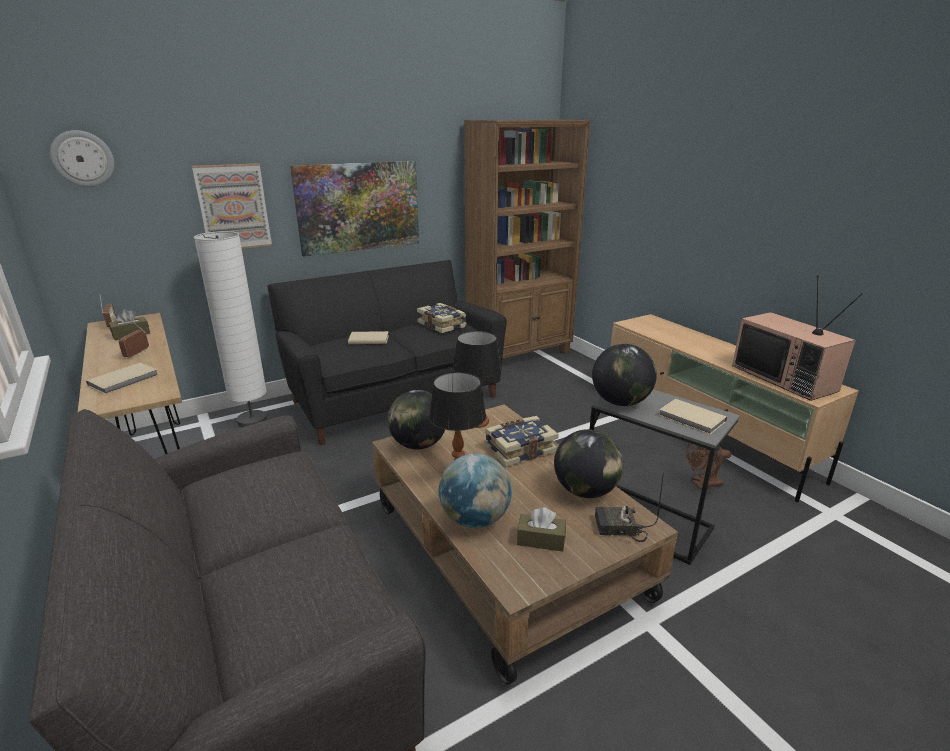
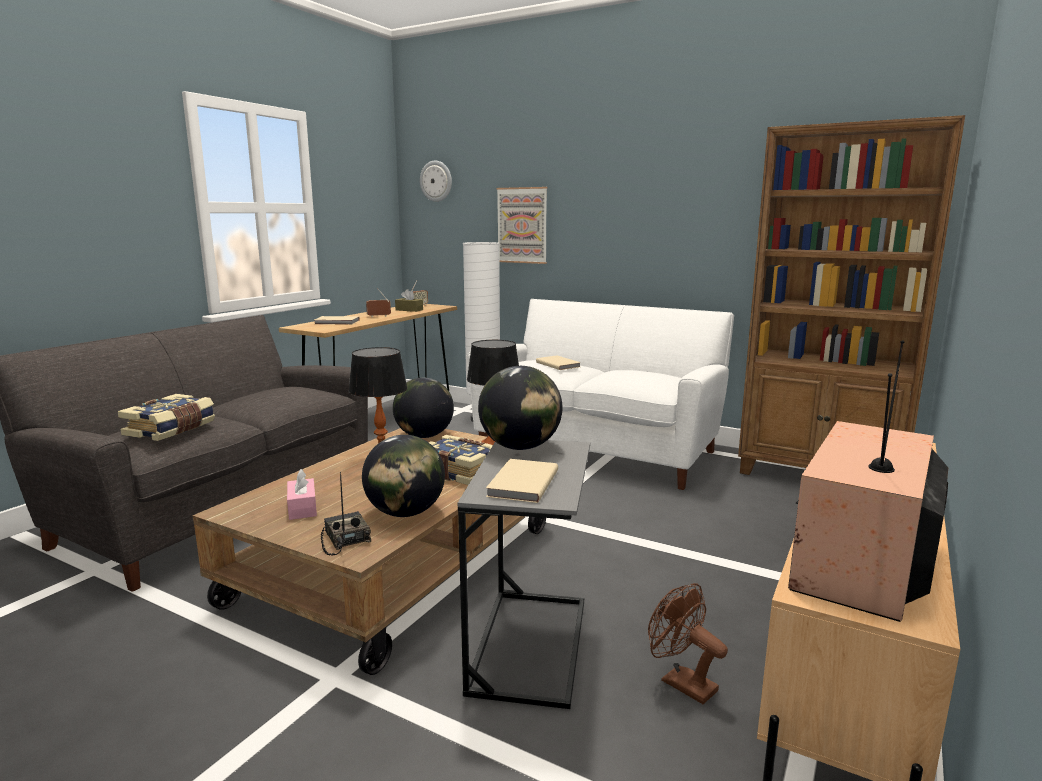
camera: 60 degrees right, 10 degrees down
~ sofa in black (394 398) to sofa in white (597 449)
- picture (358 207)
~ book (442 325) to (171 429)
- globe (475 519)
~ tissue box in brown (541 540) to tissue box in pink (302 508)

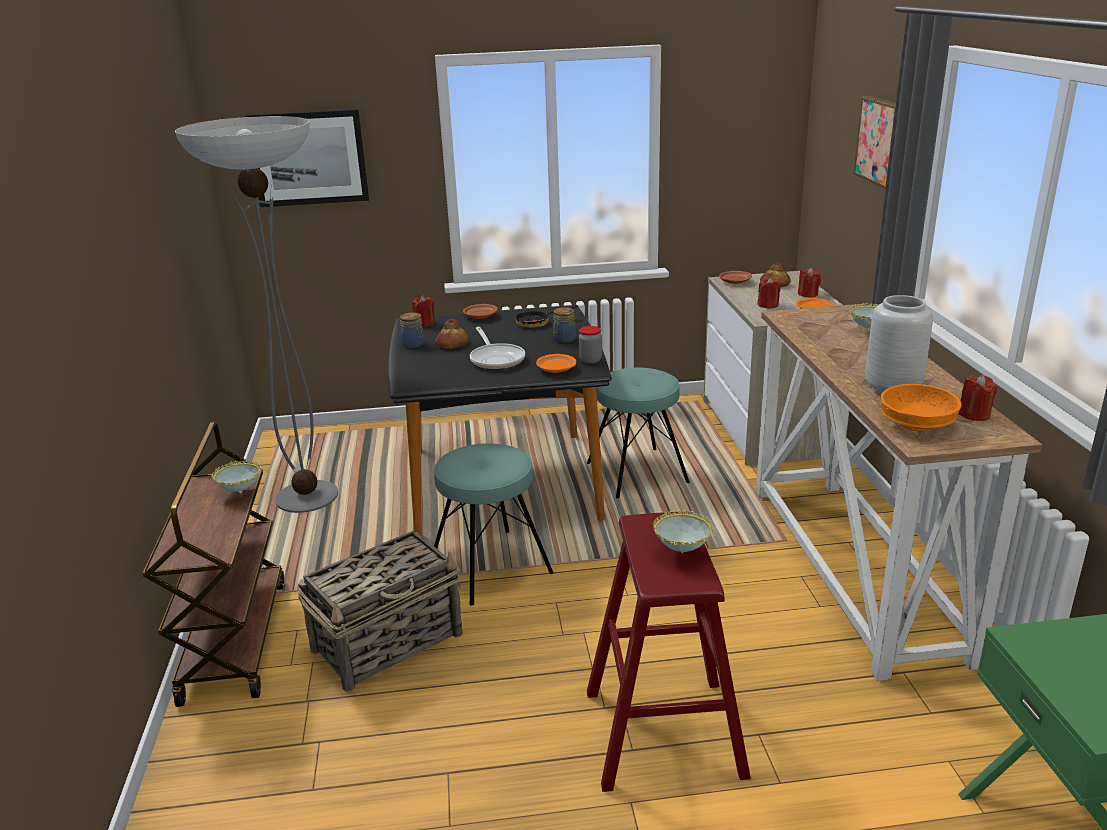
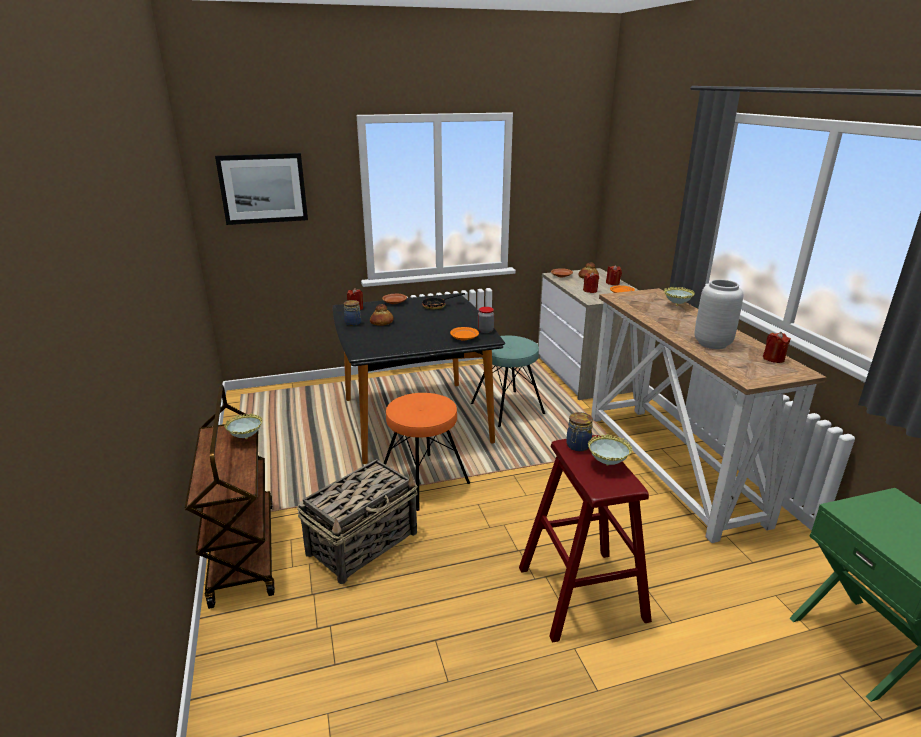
camera: 10 degrees left, 0 degrees up
- floor lamp (307 498)
~ stool in turquoise (490 566) to stool in orange (423 481)
- frying pan (496 359)
~ jar (564 339) to (577 446)
- picture (882 141)
- bowl in orange (916 425)

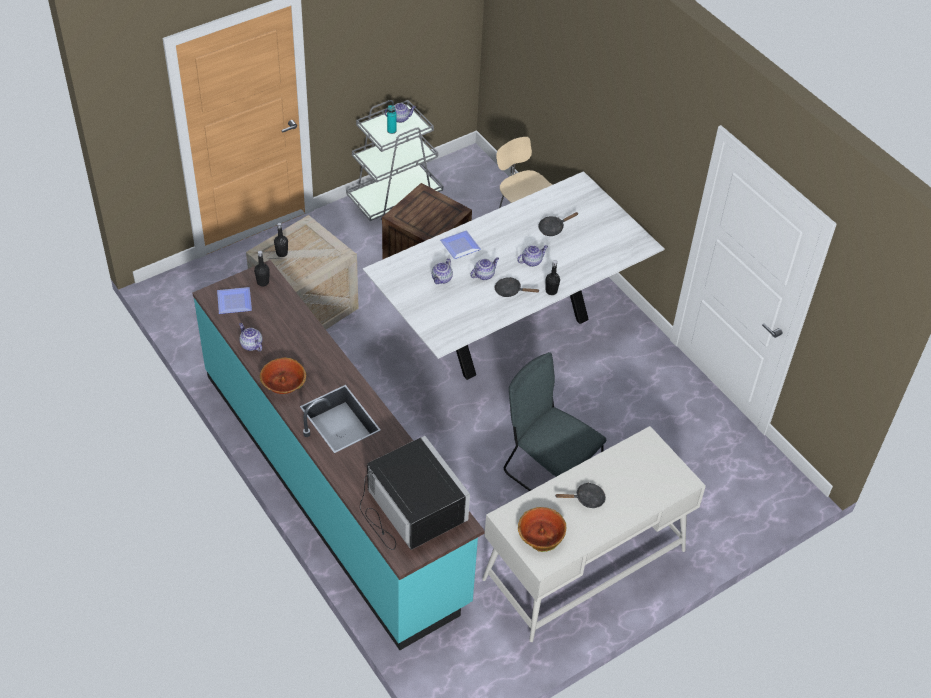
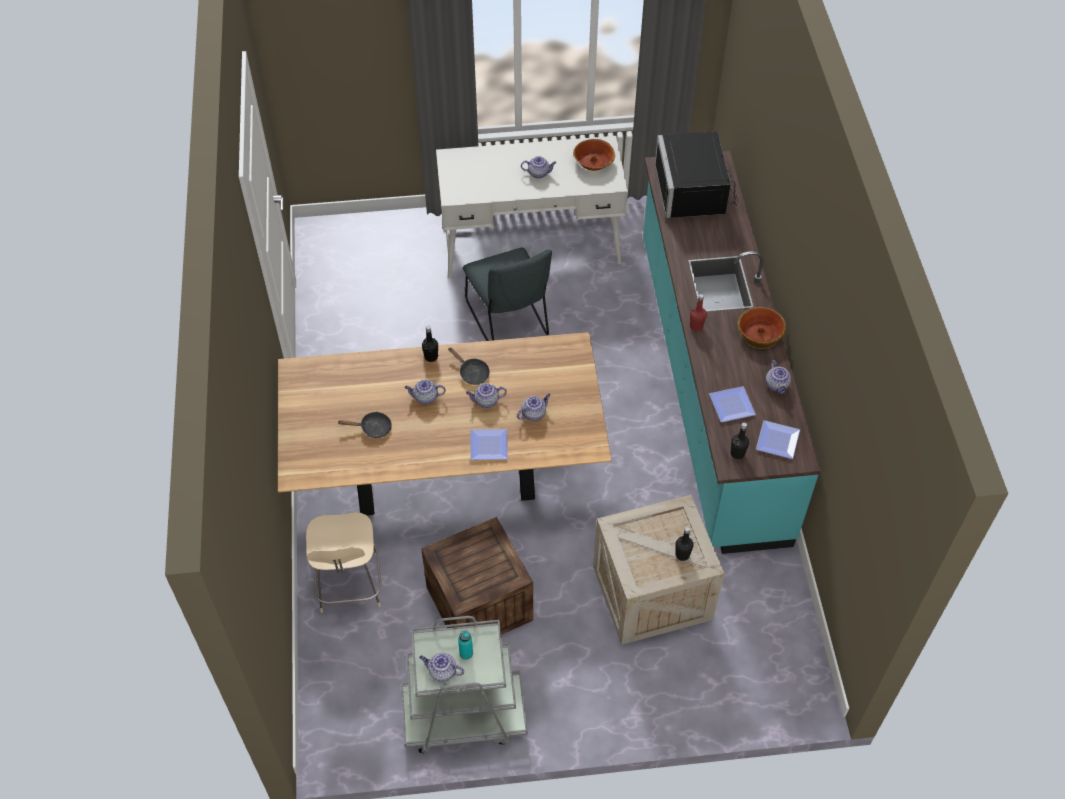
camera: 150 degrees left, 5 degrees up
~ dining table in white (509 328) to dining table in brown (446 475)
~ frying pan in black (586 499) to teapot (539 173)
+ bottle in red (696 326)
+ plate (731 407)

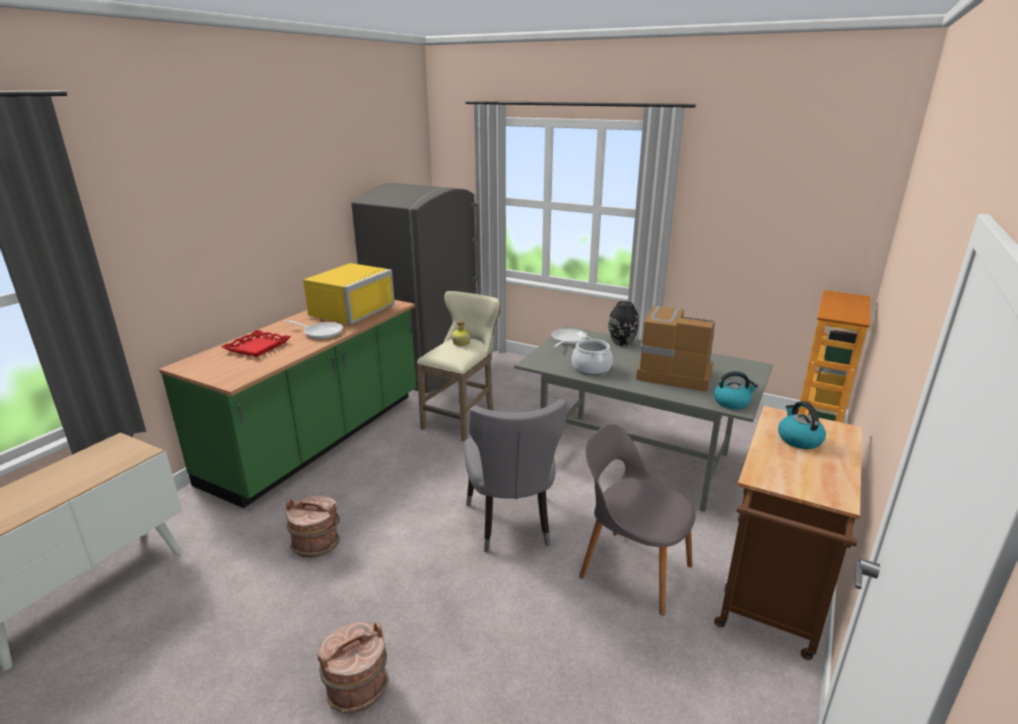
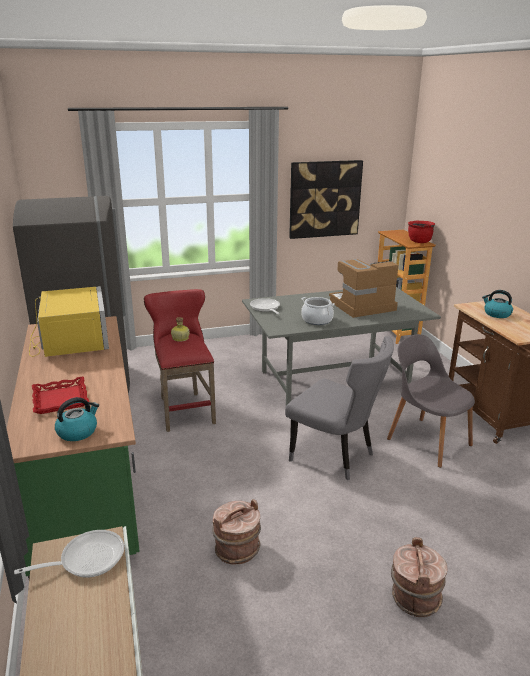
camera: 45 degrees left, 0 degrees up
~ frying pan (320 332) to (86 559)
~ stool in beige (462 418) to stool in red (185 408)
~ chair in grey (632 569) = (427 440) 60 degrees clockwise
- vase in black (621 342)
~ kettle (732 402) to (78 432)
+ picture (325 199)
+ cooking pot in red (419 242)

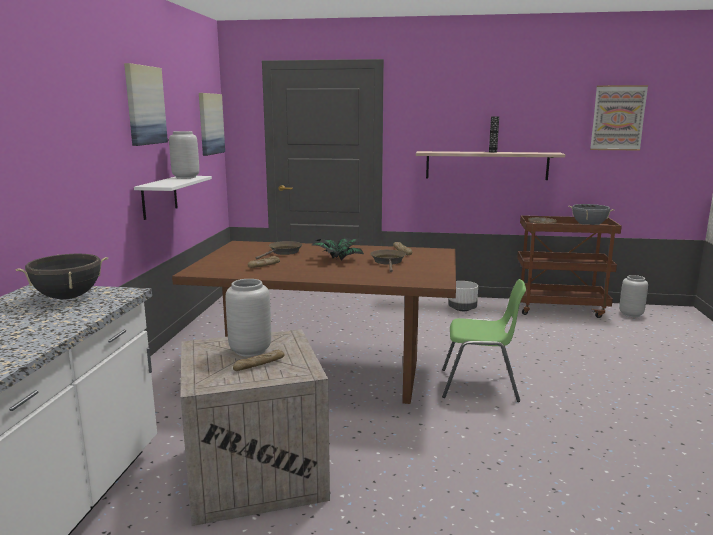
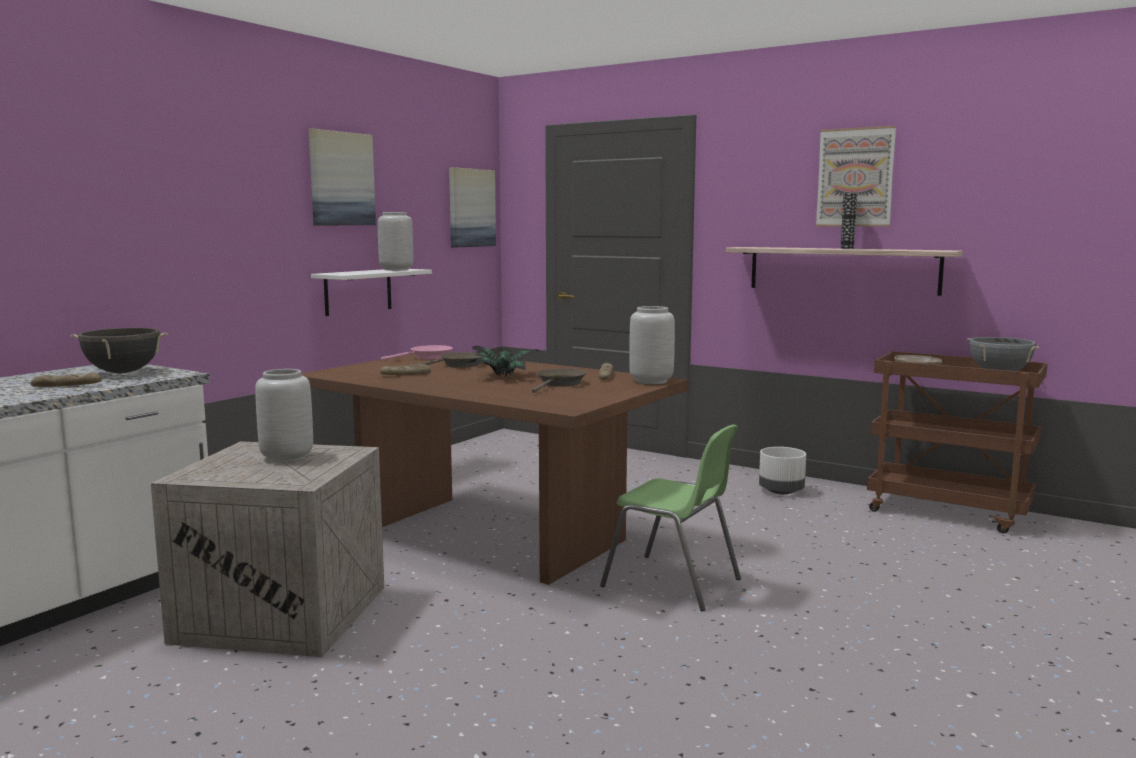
camera: 25 degrees right, 5 degrees down
~ bread (259 365) to (67 386)
~ picture (618 118) to (855 177)
~ vase in grey (630 314) to (650 381)
+ frying pan in pink (428 357)

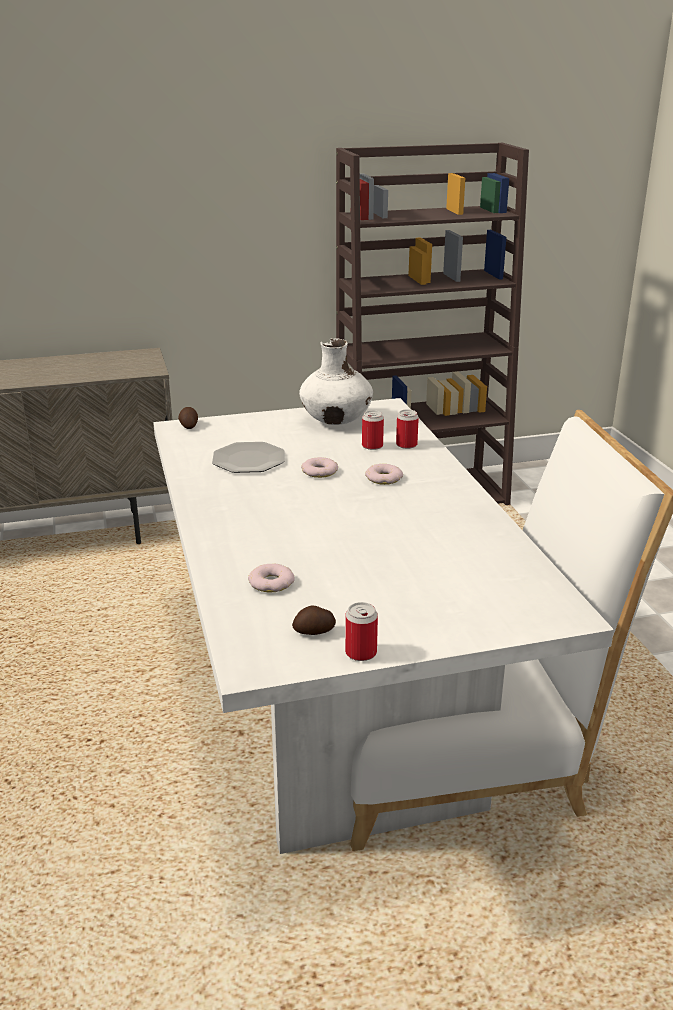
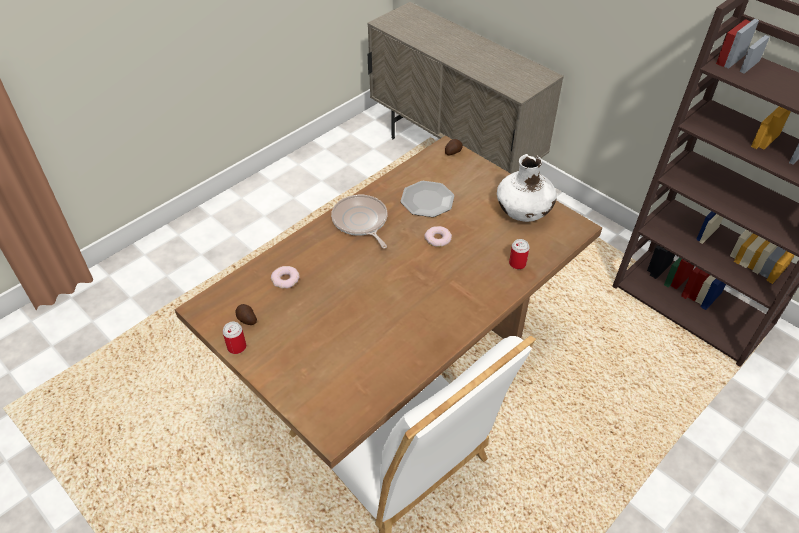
camera: 60 degrees right, 20 degrees up
~ dining table in white (338 709) to dining table in brown (399 373)
- can (372 446)
- donut (384 478)
+ frying pan (361 222)

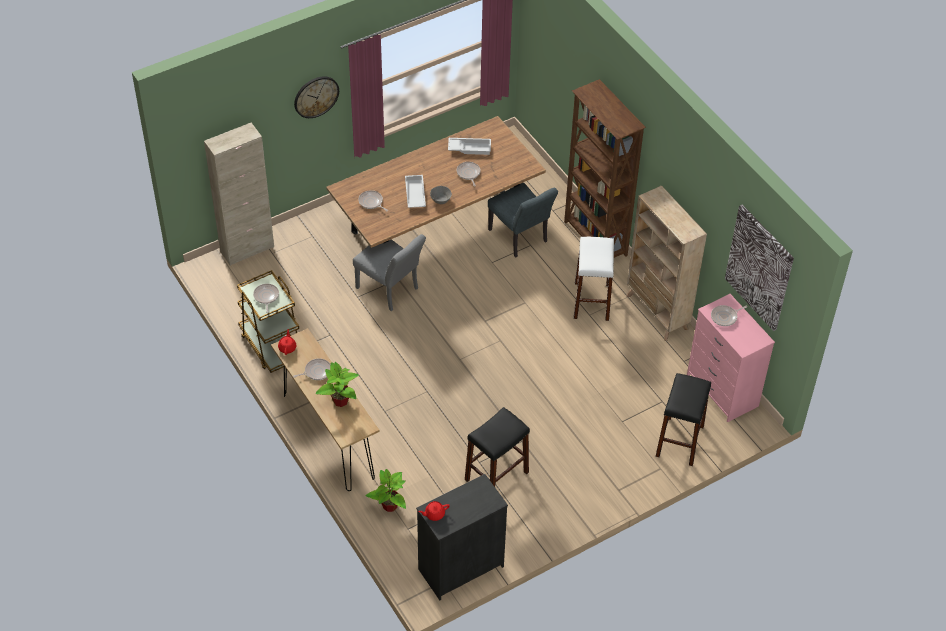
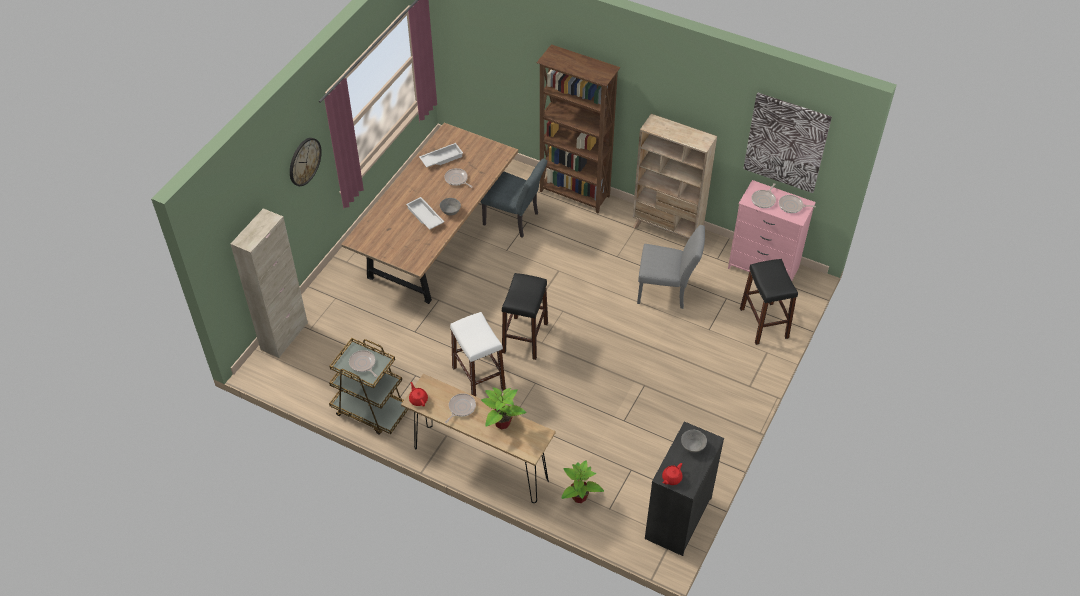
camera: 30 degrees left, 0 degrees up
~ chair in grey (390 290) to (667 292)
~ frying pan (371 202) to (792 206)
~ stool in black (496 476) to (525 338)
~ stool in white (591 301) to (478 378)
+ bowl in grey (692 446)

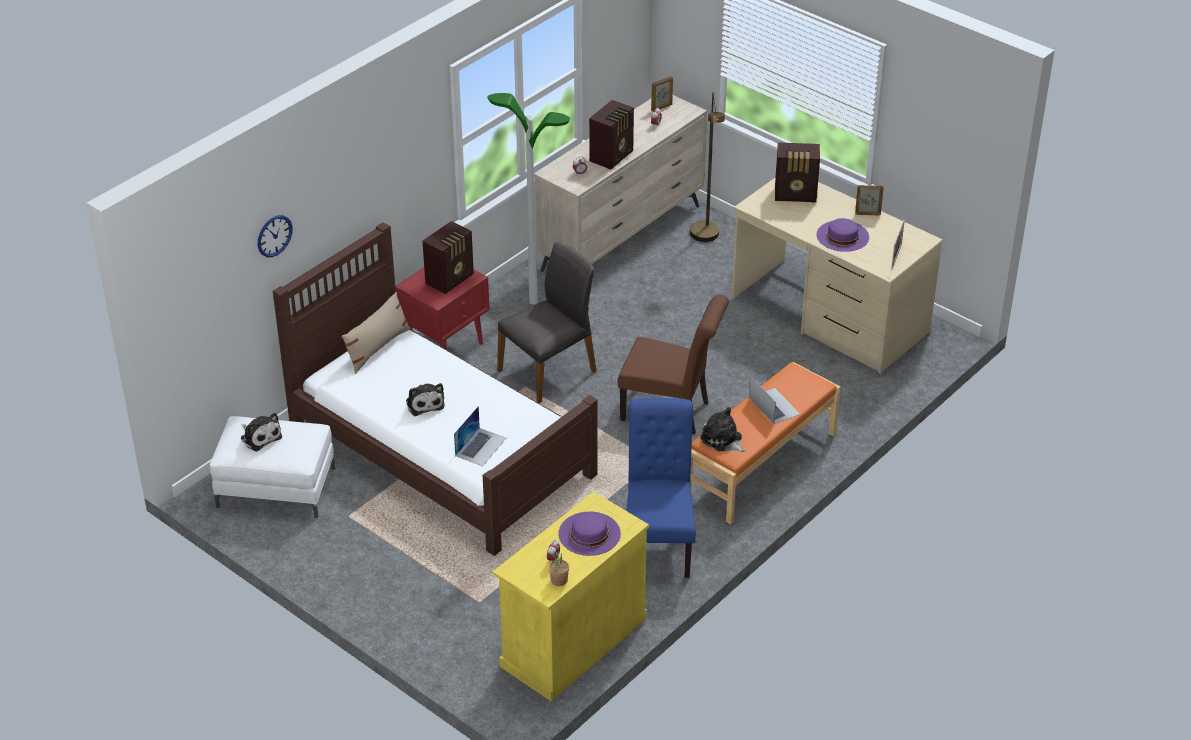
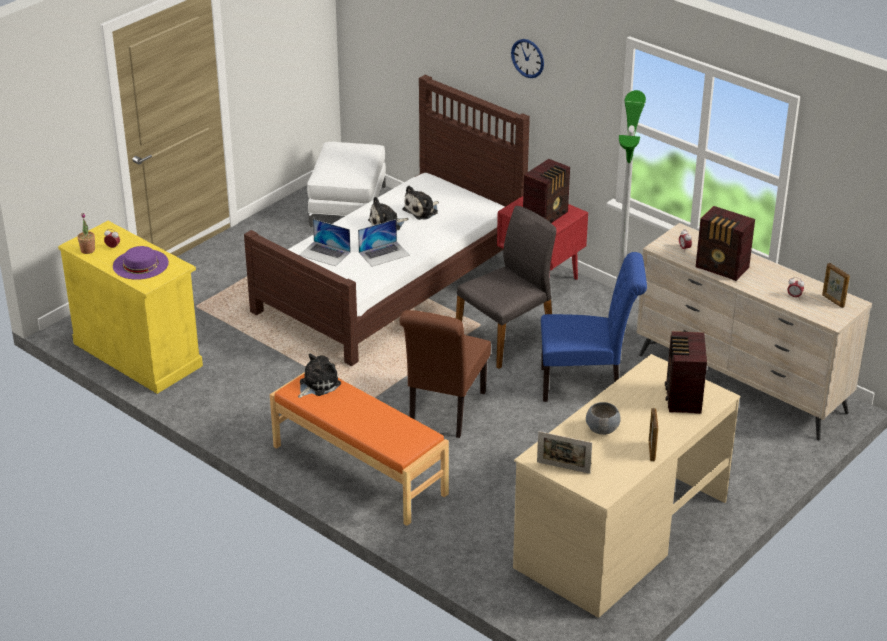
camera: 90 degrees right, 5 degrees down
~ plush toy (260 437) to (422 211)
~ wall clock (274 236) to (527 58)
- pillow in beige (377 348)
~ radio (451 279) = (546 216) 90 degrees counterclockwise
~ chair in grey (549 371) = (506 338) 90 degrees counterclockwise
~ chair in blue (658 542) to (587 384)
- floor lamp in brown (706 238)
~ laptop (773 406) to (384 254)
~ hat in purple (842 236) to bowl in grey (602 429)

